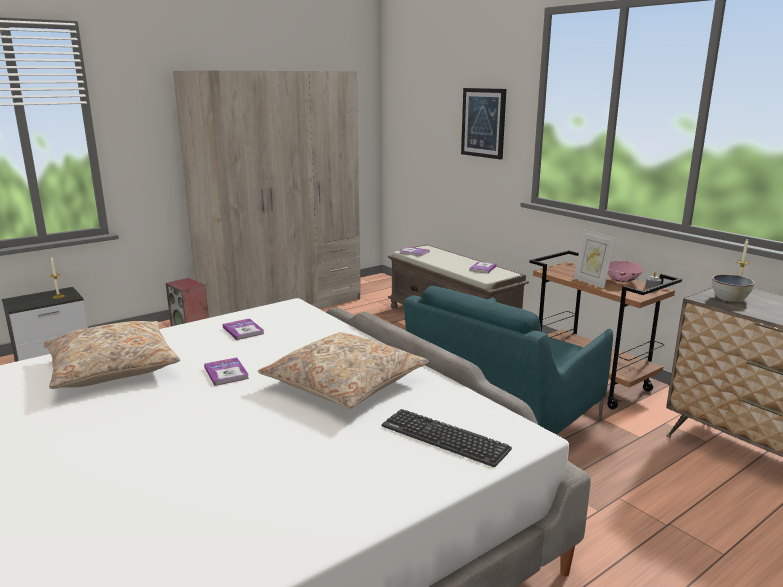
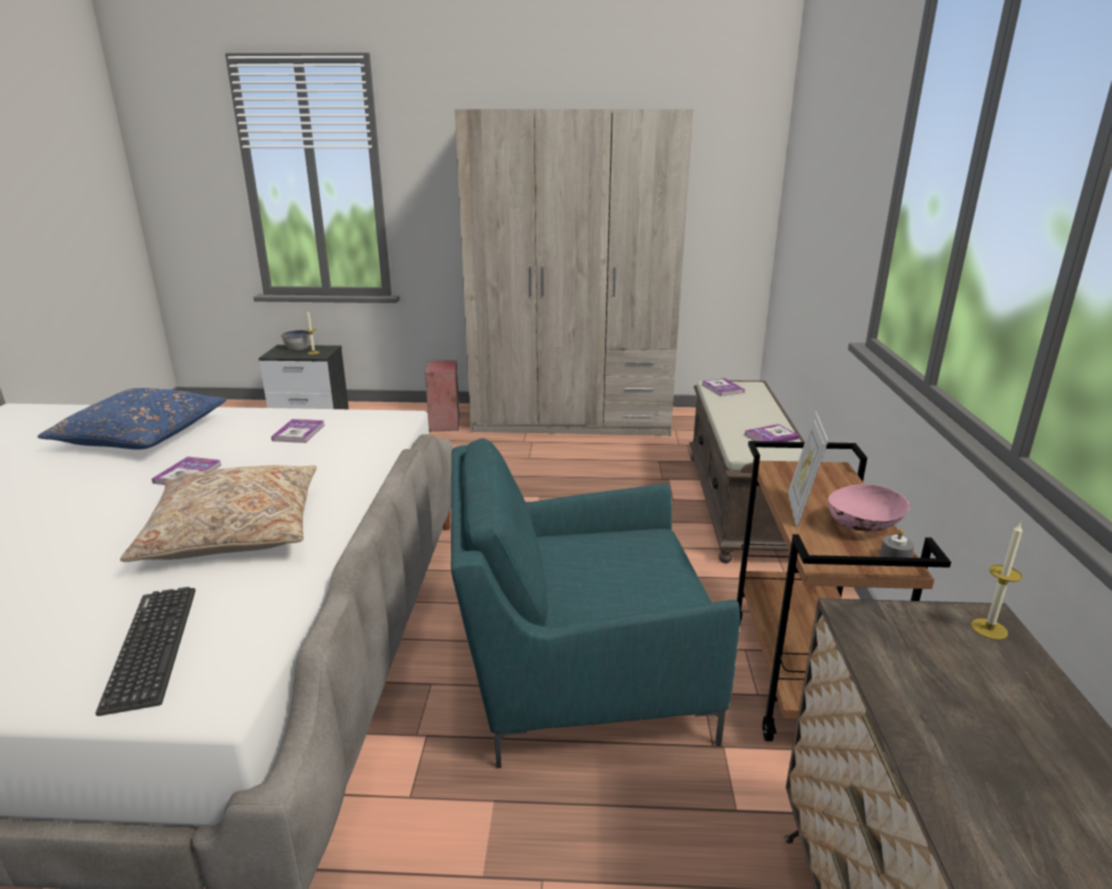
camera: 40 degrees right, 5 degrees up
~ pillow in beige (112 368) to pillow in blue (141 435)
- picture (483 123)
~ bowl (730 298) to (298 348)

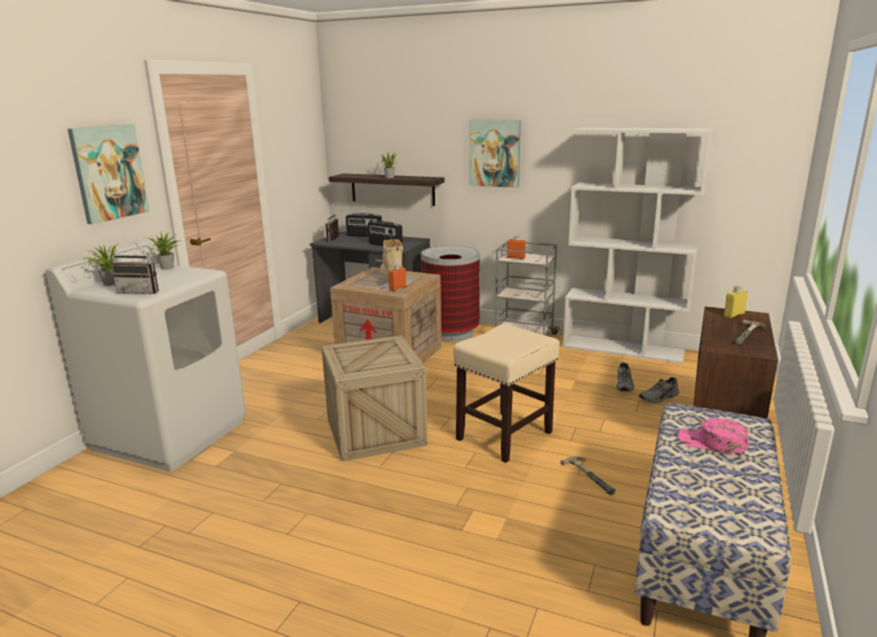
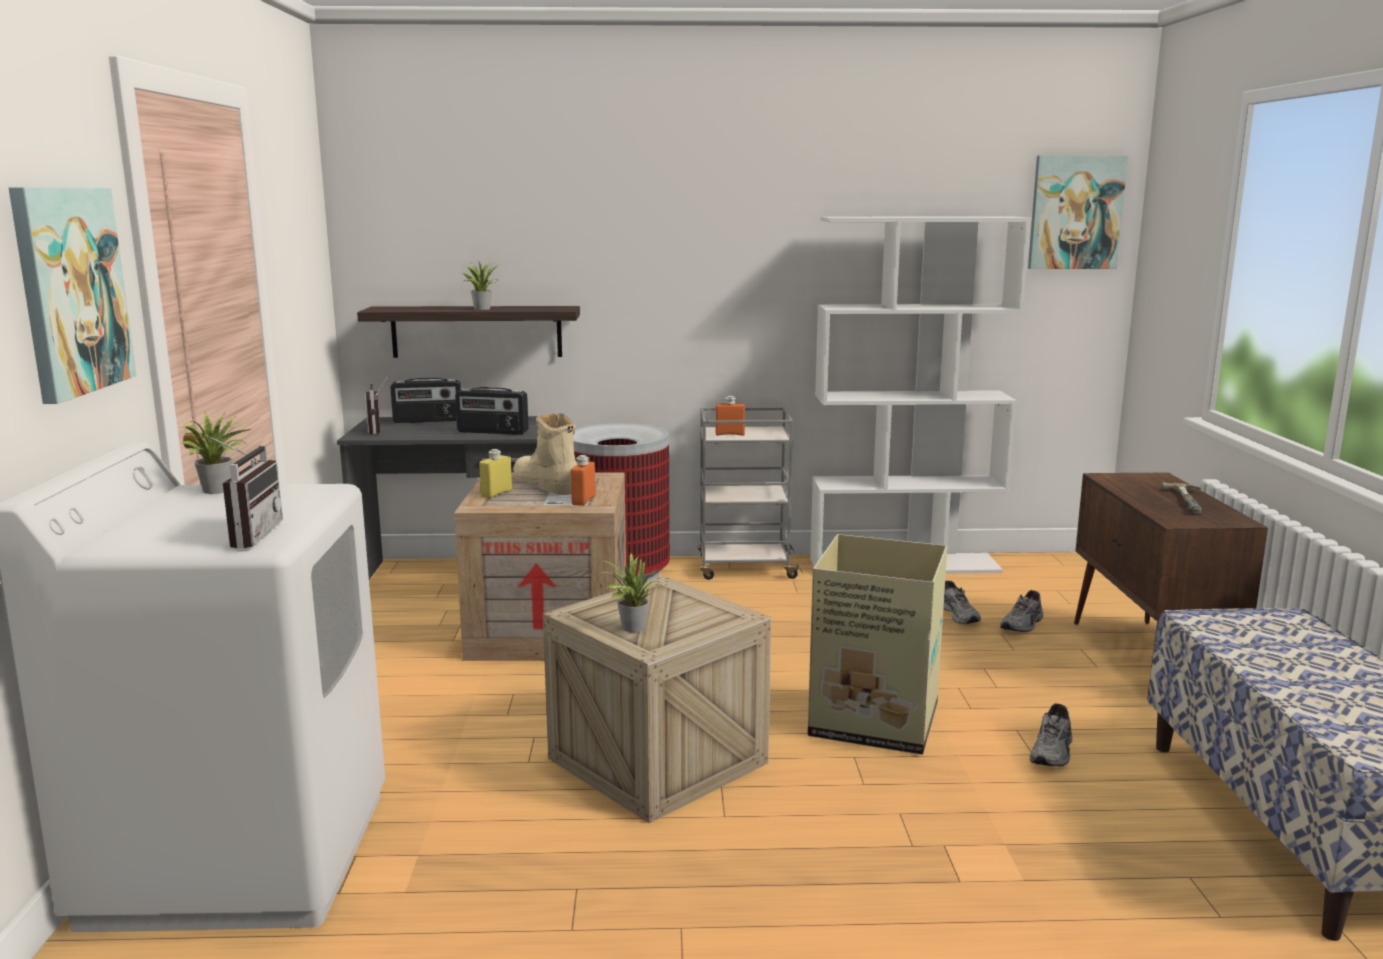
camera: 25 degrees left, 5 degrees down
~ potted plant (109 283) to (630 627)
~ radio (141 291) = (246 535) 75 degrees counterclockwise
~ stool in beige (505 435) to cardboard box (871 721)
~ picture (494 153) to (1075 212)
~ hammer (592 476) to shoe in grey (1053 752)
- cap in pink (711 442)
~ bottle in yellow (734 315) to (496 493)

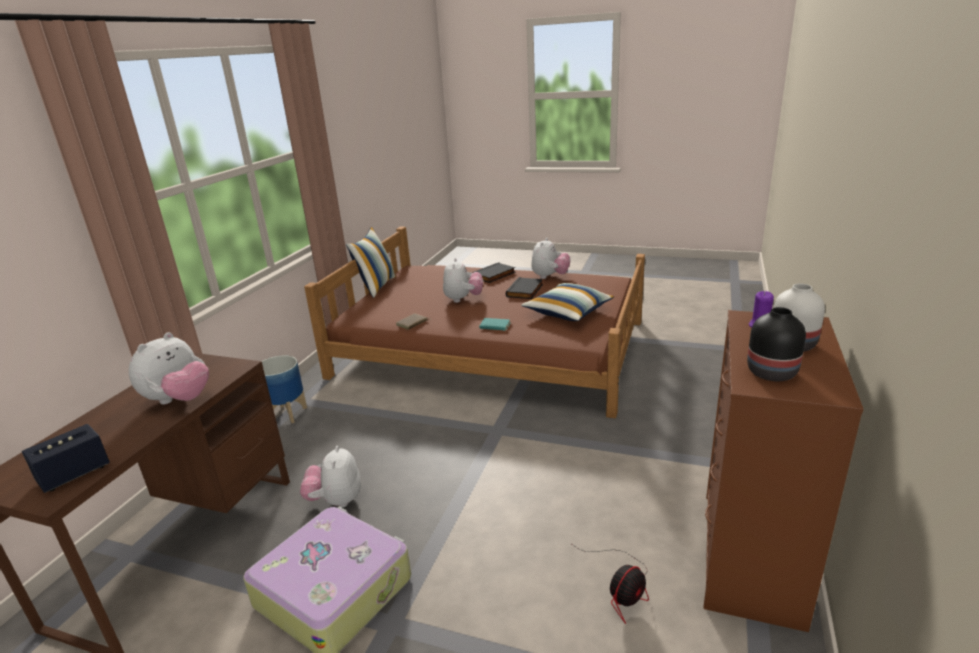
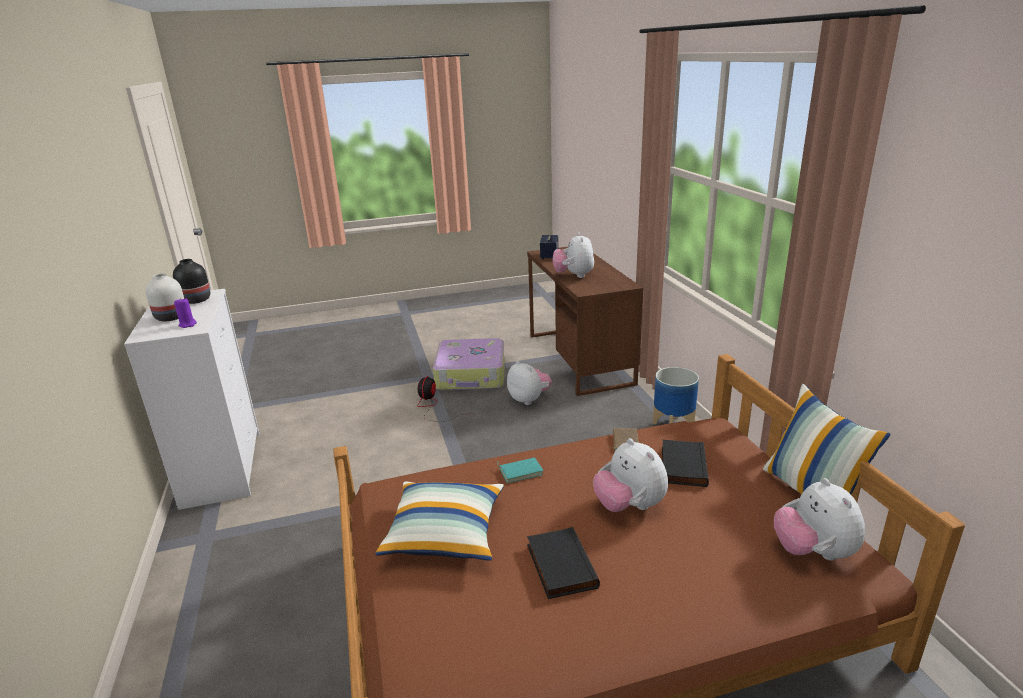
camera: 145 degrees right, 0 degrees up
~ book in black (494 275) to (681 466)
~ plush toy (550 276) to (813 552)
~ fan (622 588) to (434 407)
~ dresser in brown (751 557) to dresser in white (222 468)

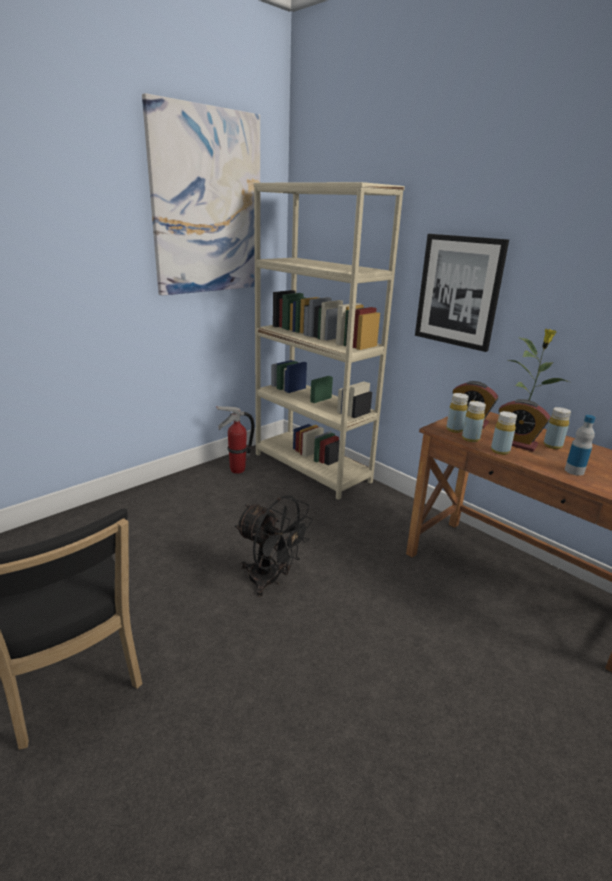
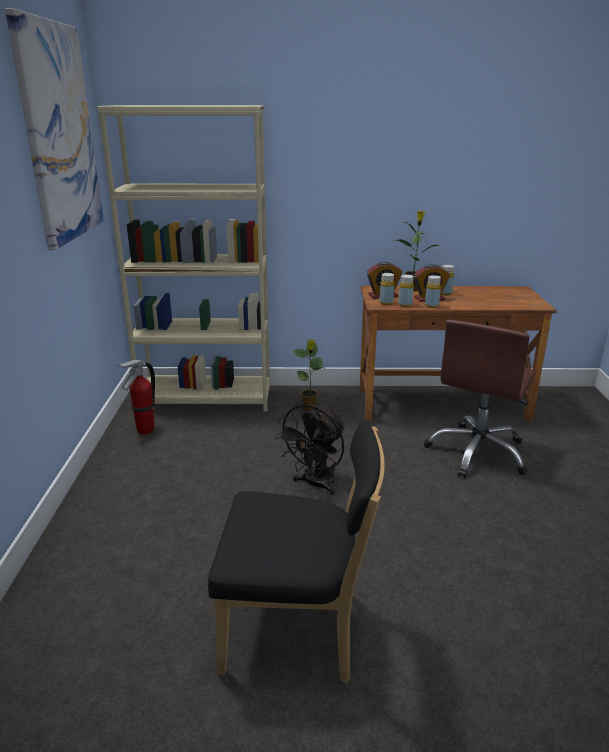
camera: 45 degrees left, 0 degrees up
~ fan in black (271 580) = (315 485) 135 degrees clockwise
- picture (459 291)
- bottle (574 471)
+ potted plant (309 408)
+ office chair in brown (478 452)

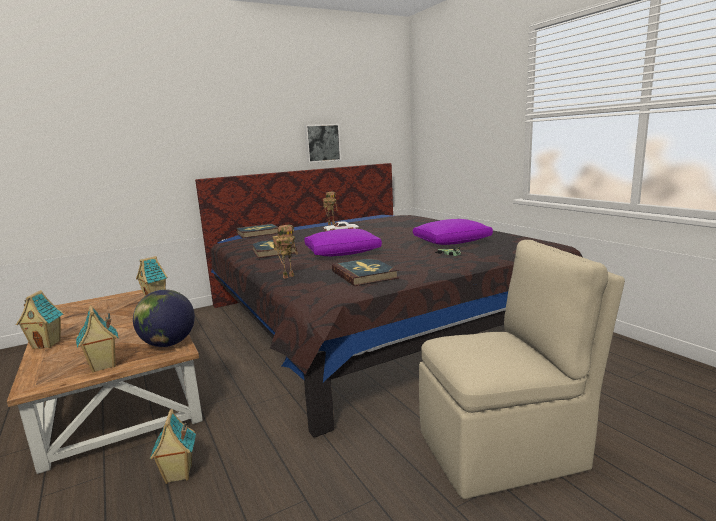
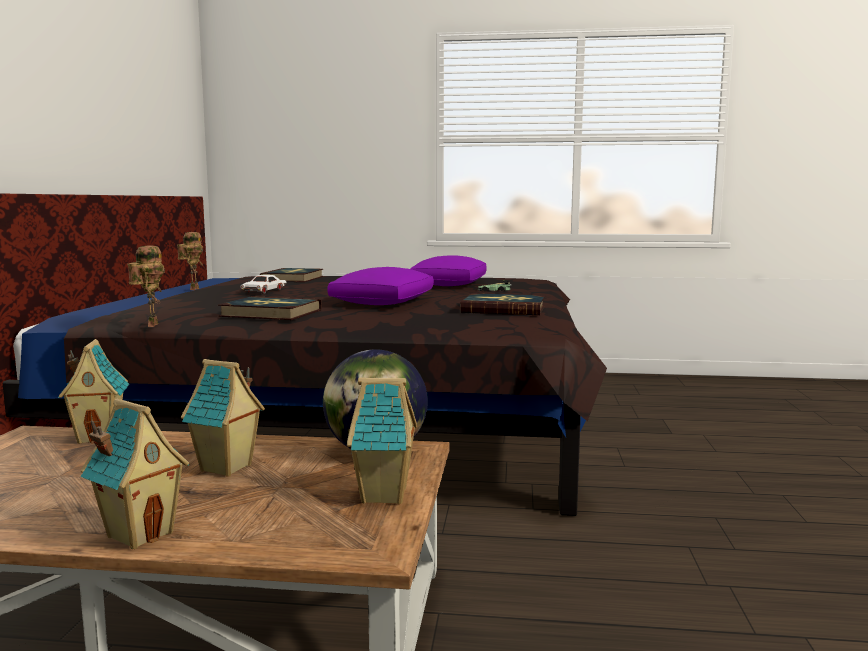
camera: 55 degrees left, 5 degrees down
~ toy house (178 475) to (227 468)
~ book (258 233) to (293 278)
~ toy robot (288 276) to (151 325)
- picture (322 143)
- chair in beige (505 449)

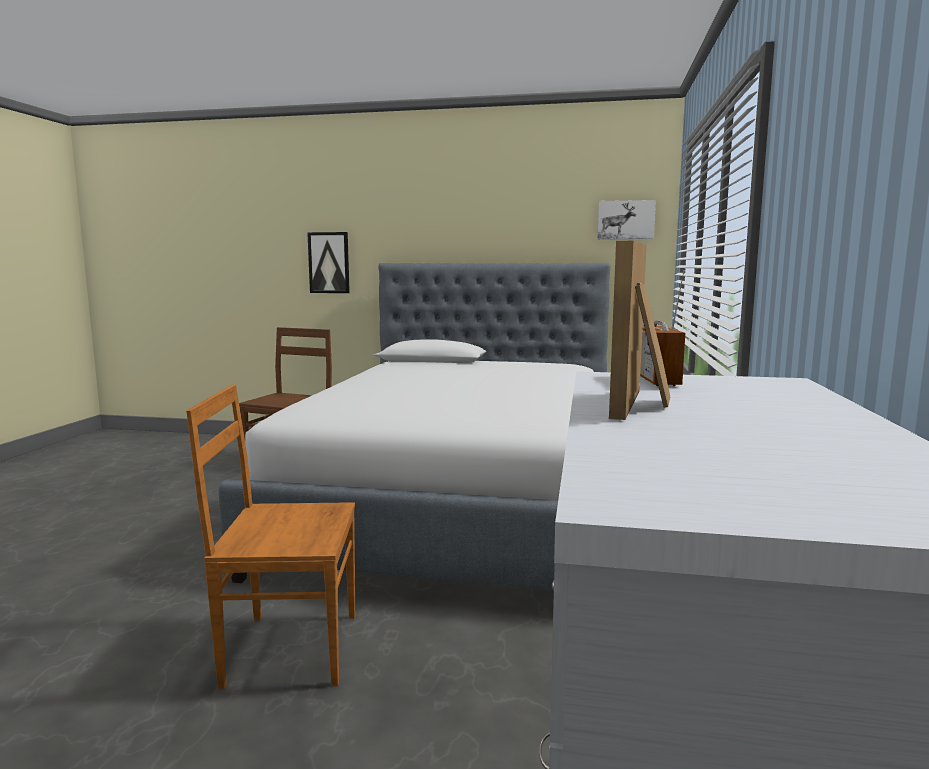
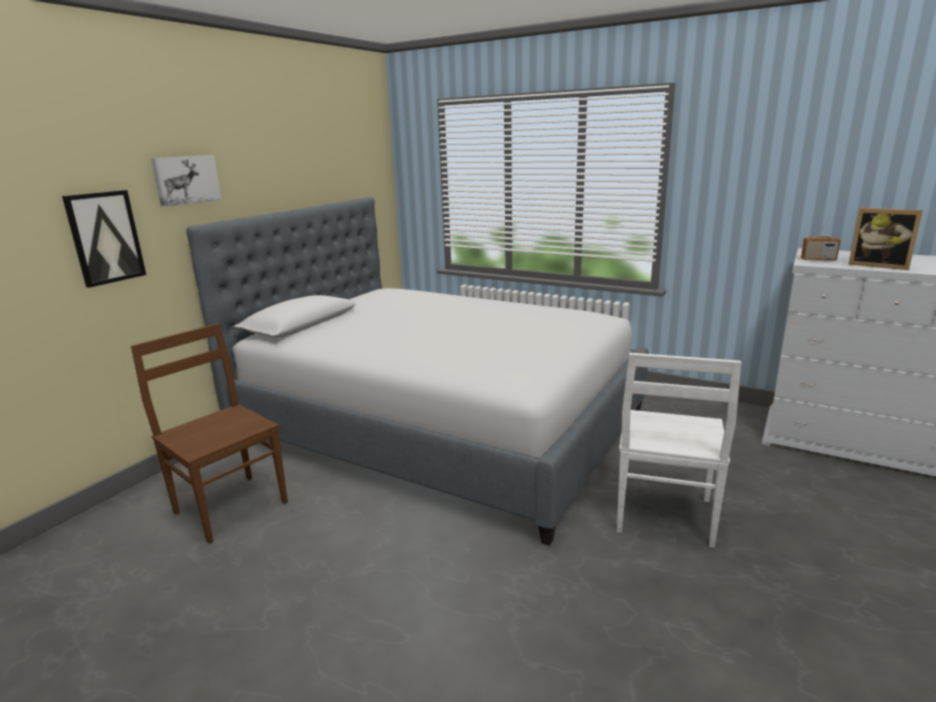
camera: 70 degrees left, 10 degrees up
~ chair in brown (288 648) to chair in white (664 517)
~ picture (626 220) to (186 180)

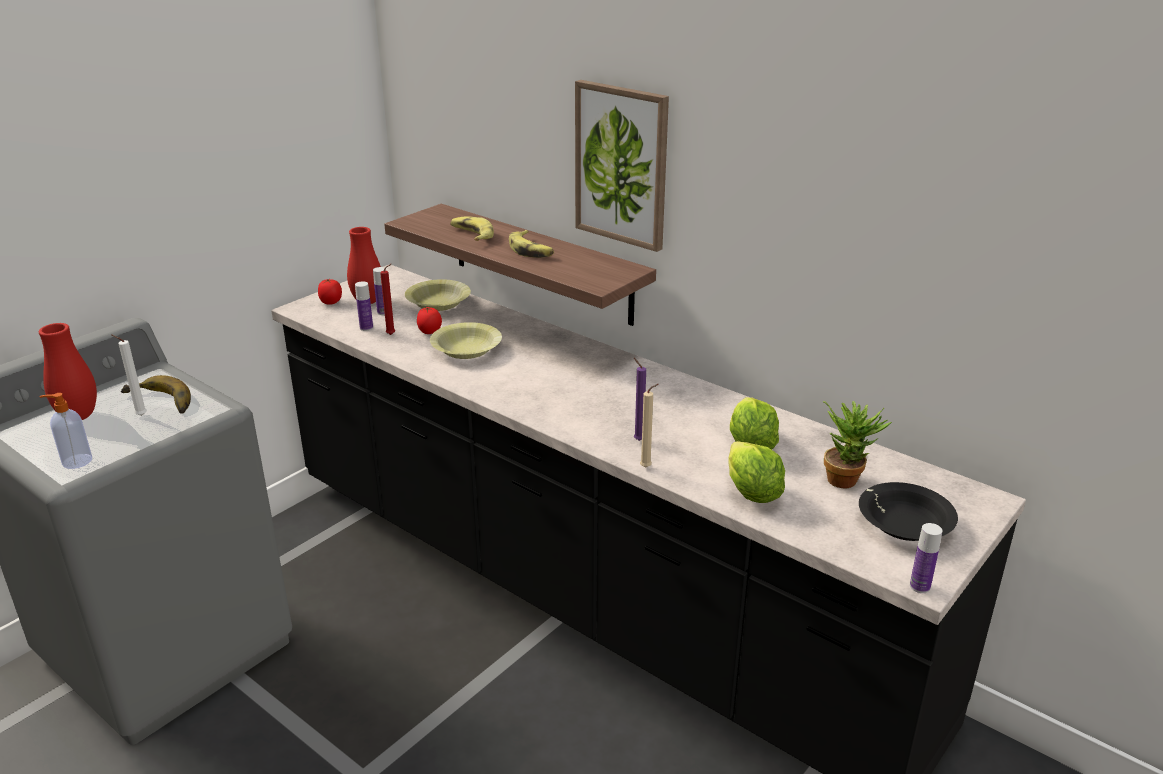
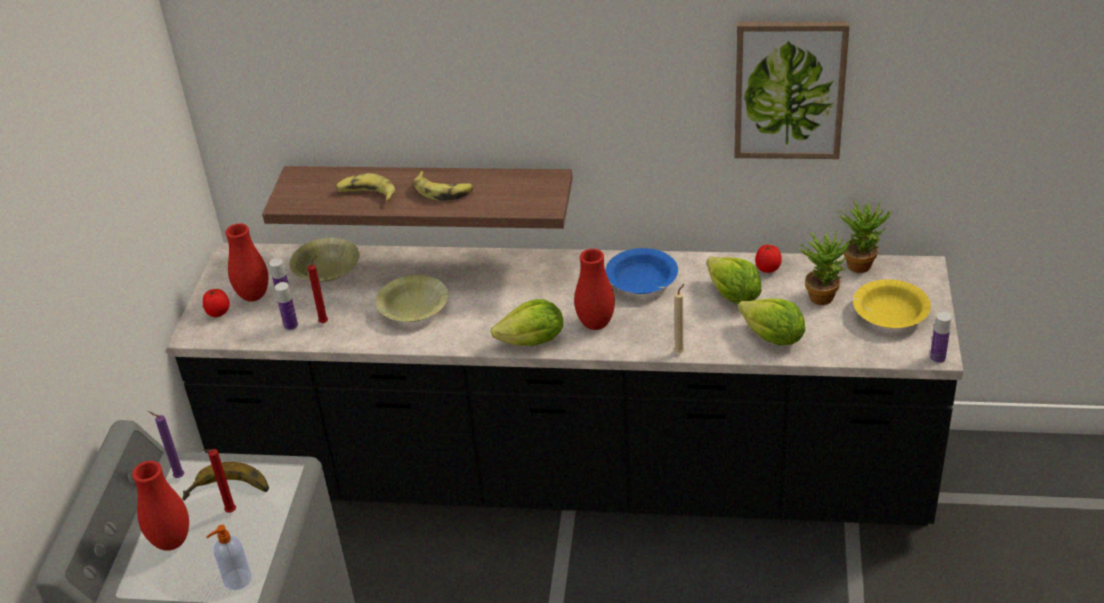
camera: 30 degrees left, 10 degrees up
~ candle in white (139 415) to candle in red (229 512)
~ tomato (429 332) to (768 269)
~ picture (622 165) to (789 89)
~ candle in purple (637 439) to (177 477)
~ bowl in black (904 524) to bowl in yellow (890 314)
+ lettuce (533 341)
+ vase in red (595 324)
+ bowl in blue (641 281)
+ potted plant (861 263)

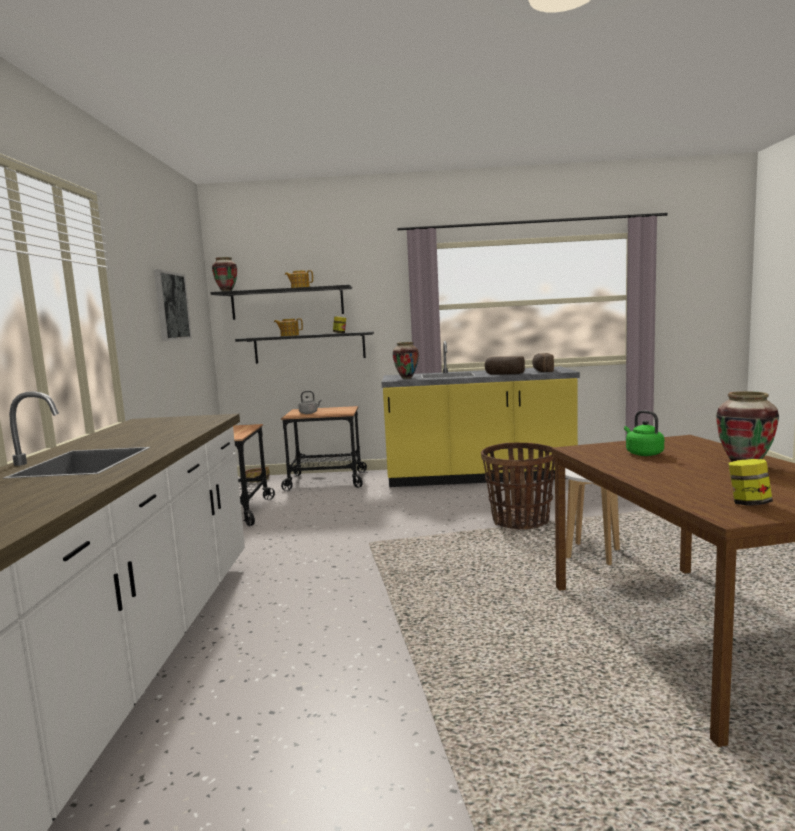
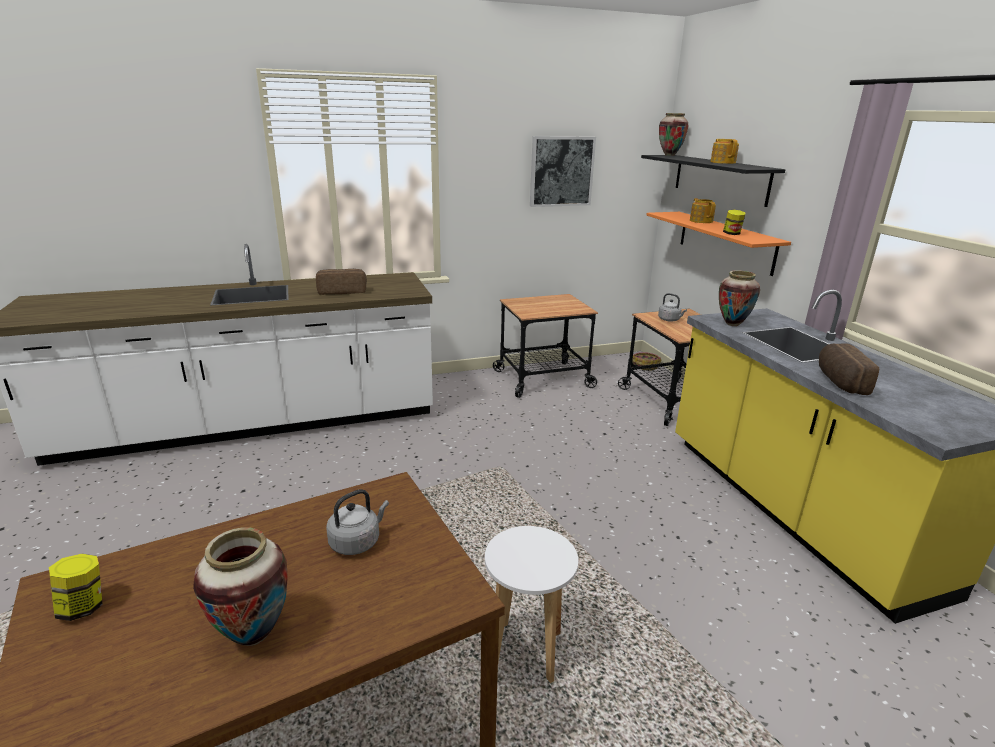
camera: 70 degrees right, 15 degrees up
~ shelf in black (309 347) to shelf in orange (725 241)
- basket (520 521)
~ bread (542 371) to (342 291)
~ kettle in green (642 453) to kettle in grey (357 542)

